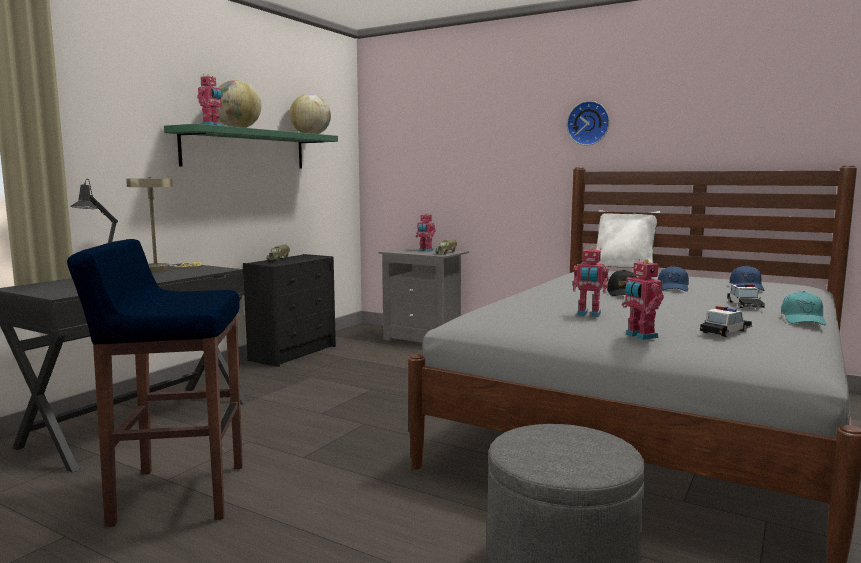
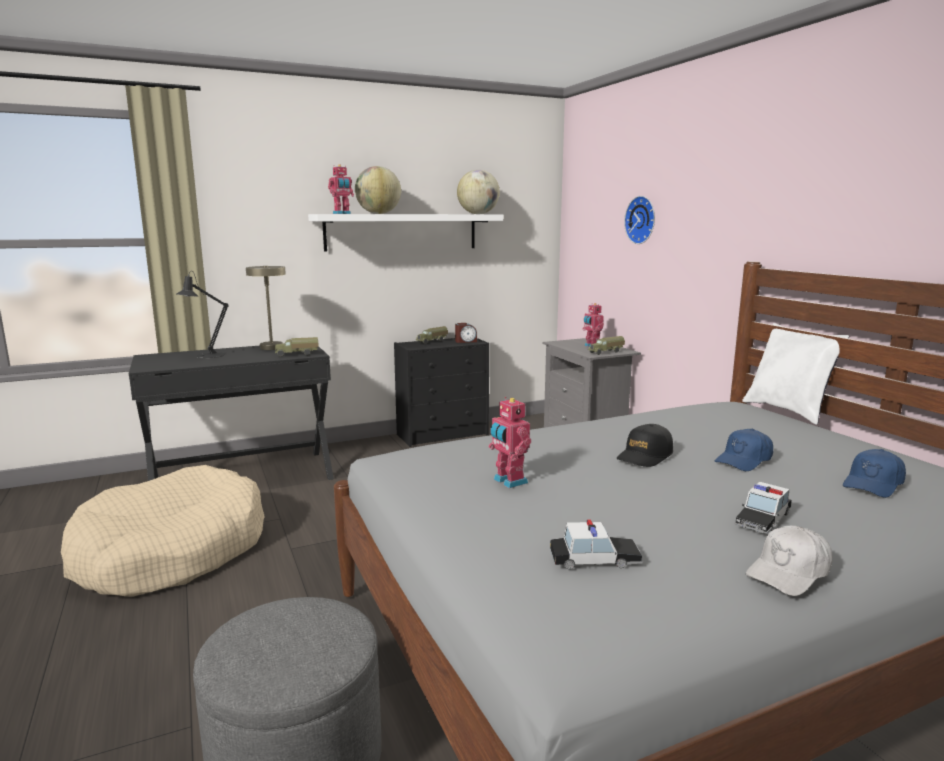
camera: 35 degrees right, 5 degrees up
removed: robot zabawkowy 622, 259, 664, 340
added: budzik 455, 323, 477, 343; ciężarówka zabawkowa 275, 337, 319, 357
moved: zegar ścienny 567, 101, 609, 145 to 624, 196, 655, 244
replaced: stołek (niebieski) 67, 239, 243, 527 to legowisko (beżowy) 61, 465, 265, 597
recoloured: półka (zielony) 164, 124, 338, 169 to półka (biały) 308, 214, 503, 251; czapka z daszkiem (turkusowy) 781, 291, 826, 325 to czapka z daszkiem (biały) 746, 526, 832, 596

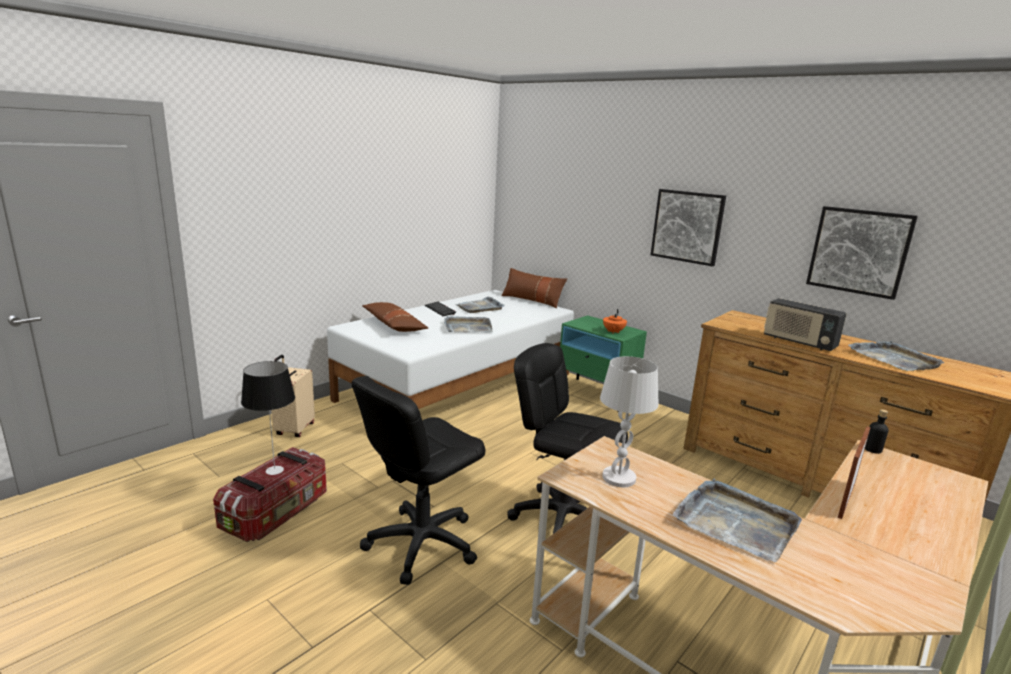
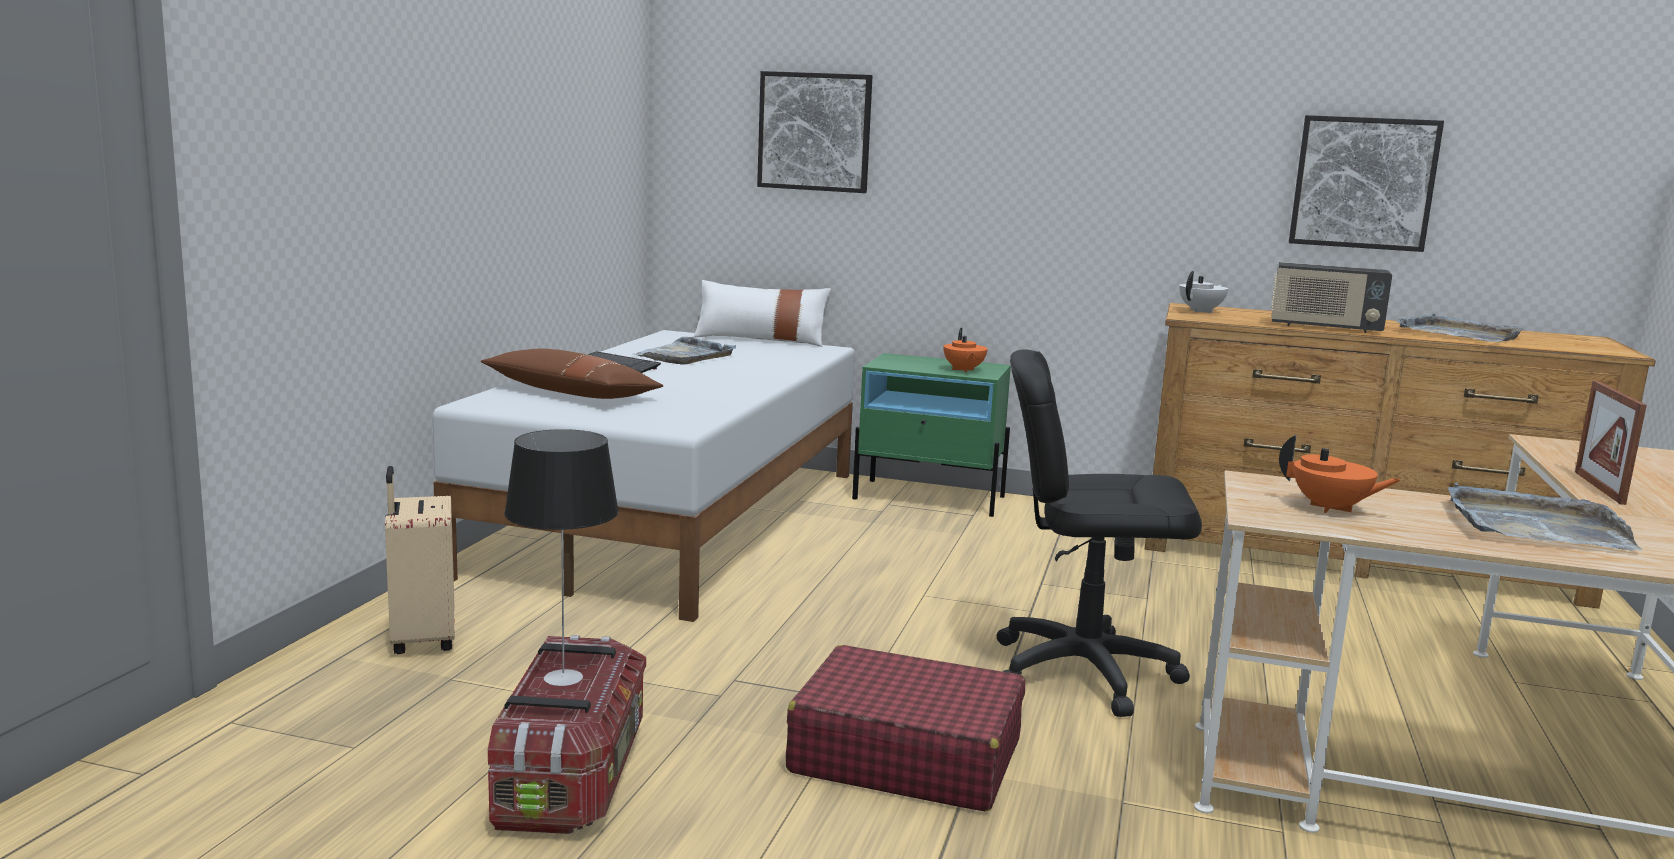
camera: 25 degrees left, 5 degrees down
removed: taca (szary) 444, 316, 493, 333; butelka (czarny) 865, 409, 889, 454
added: imbryk (biały) 1179, 271, 1228, 313
moved: obraz 651, 189, 726, 267 to 757, 71, 873, 193
replaced: lampa stołowa (biały) 600, 356, 658, 487 to imbryk (pomarańczowy) 1279, 434, 1401, 513; krzesło biurowe (czarny) 351, 376, 485, 585 to walizka (czerwony) 786, 645, 1025, 812
recoloured: poduszka (brązowy) 501, 268, 567, 308 to poduszka (biały) 694, 280, 831, 347

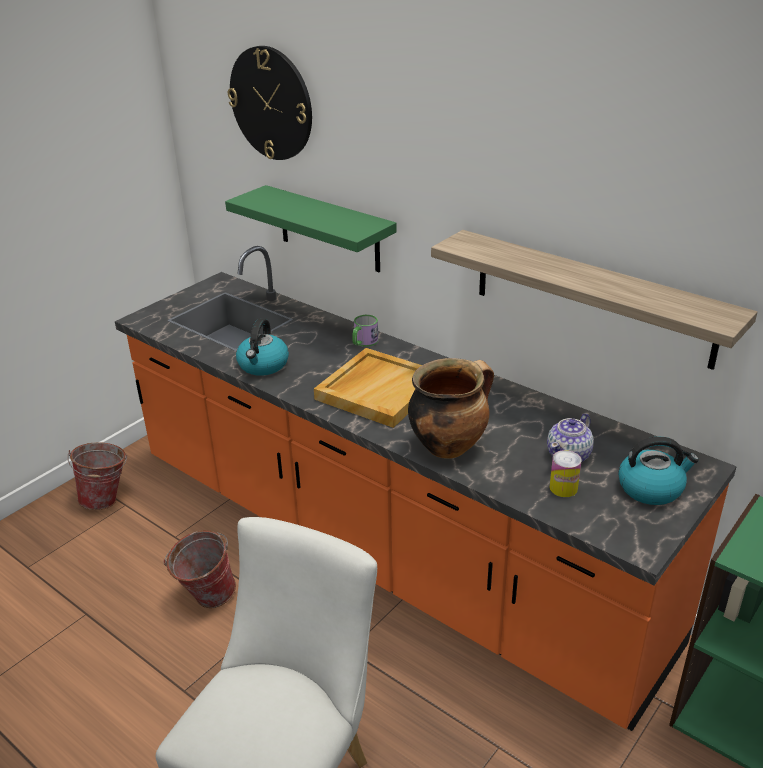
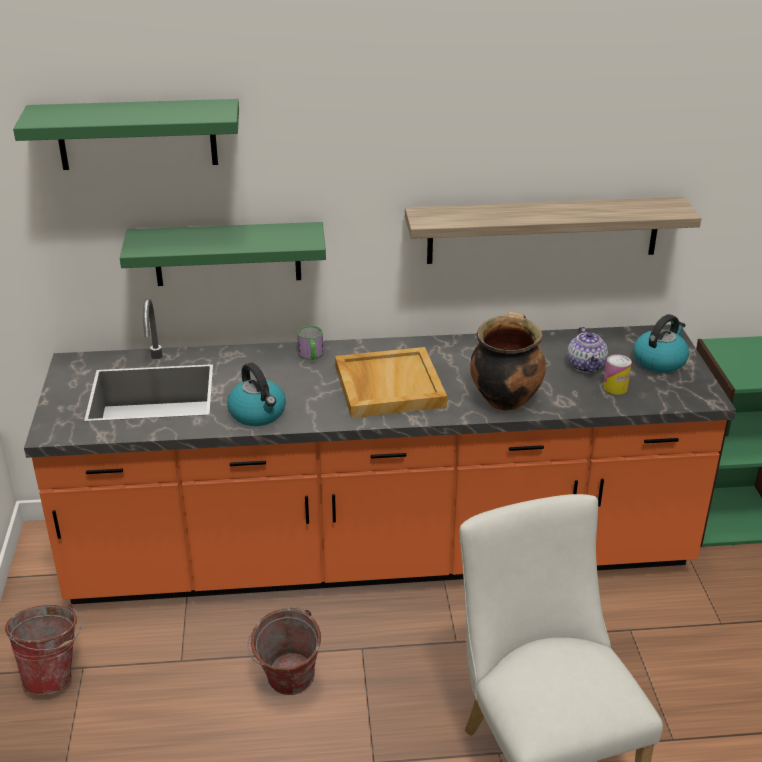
camera: 45 degrees left, 0 degrees up
replaced: zegar ścienny 228, 46, 312, 160 to półka (zielony) 13, 99, 239, 170

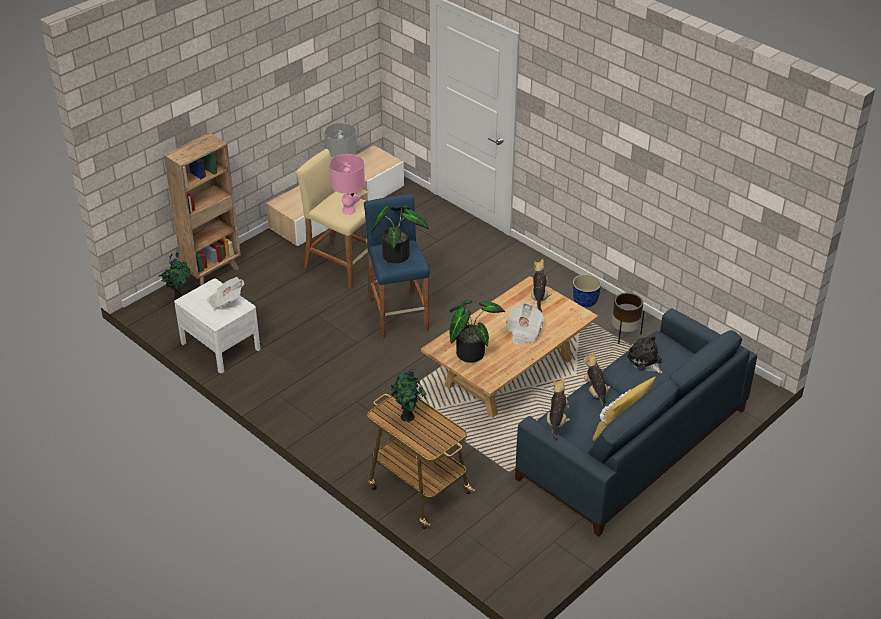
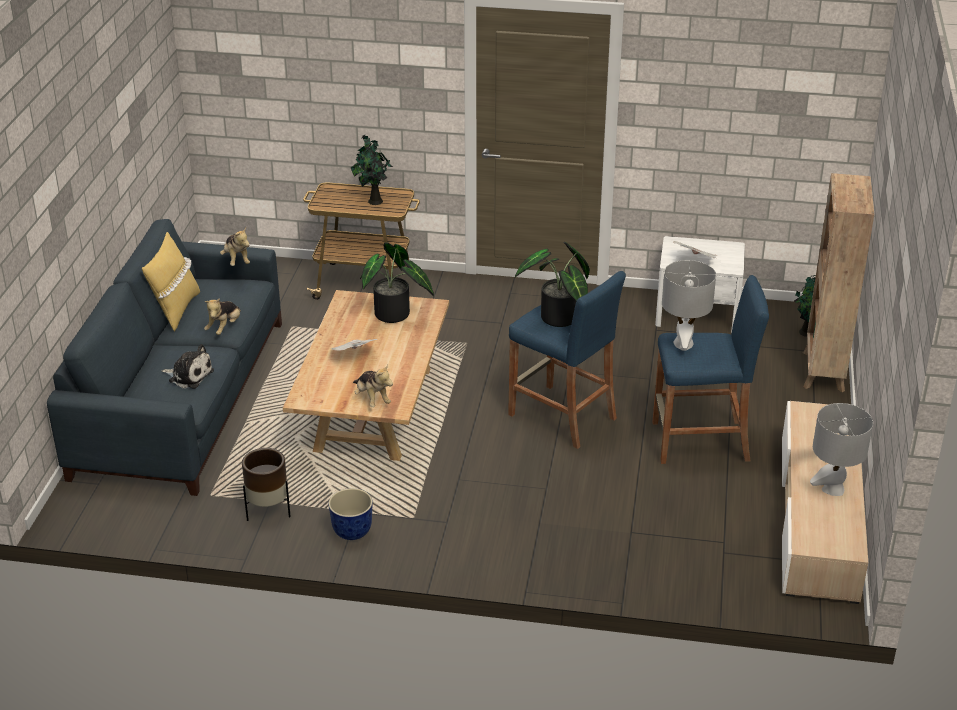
camera: 145 degrees right, 5 degrees down
recoloured: stołek (beżowy) 296, 149, 368, 289 to stołek (niebieski) 653, 275, 769, 464; lampa stołowa (różowy) 329, 154, 365, 215 to lampa stołowa (szary) 662, 260, 716, 350
turned: pluszak 584, 351, 610, 407 = 204, 298, 241, 335 75 degrees clockwise

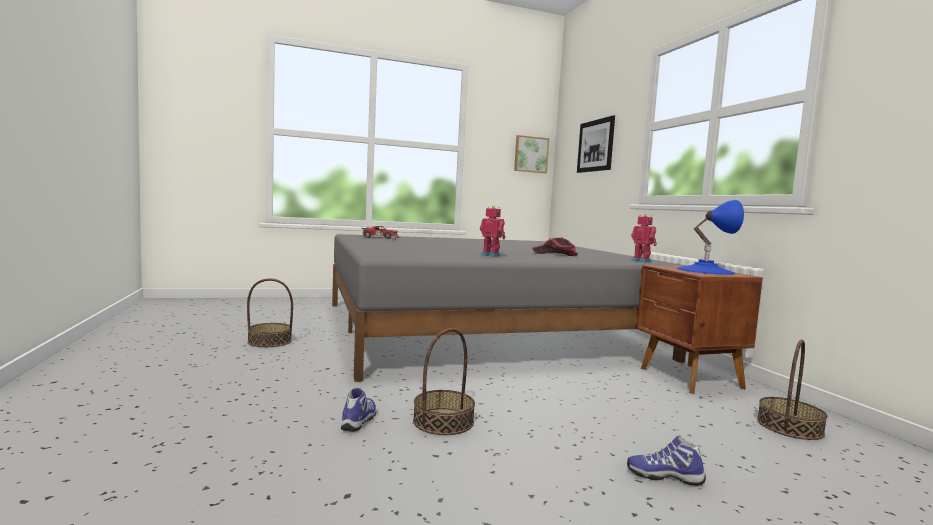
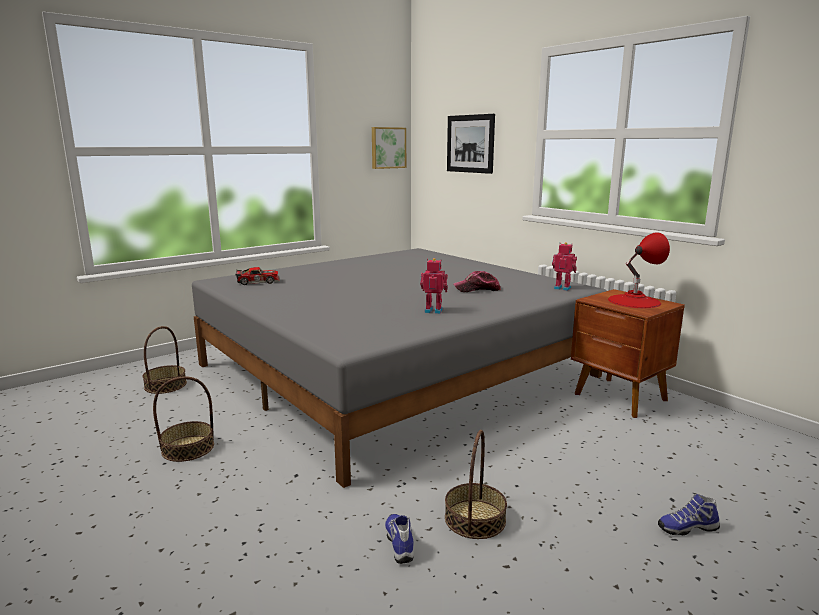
camera: 20 degrees left, 10 degrees up
moved: koszyk 757, 339, 827, 440 to 142, 326, 187, 394
recoloured: lampa stołowa (niebieski) 677, 200, 744, 275 to lampa stołowa (czerwony) 608, 232, 670, 308

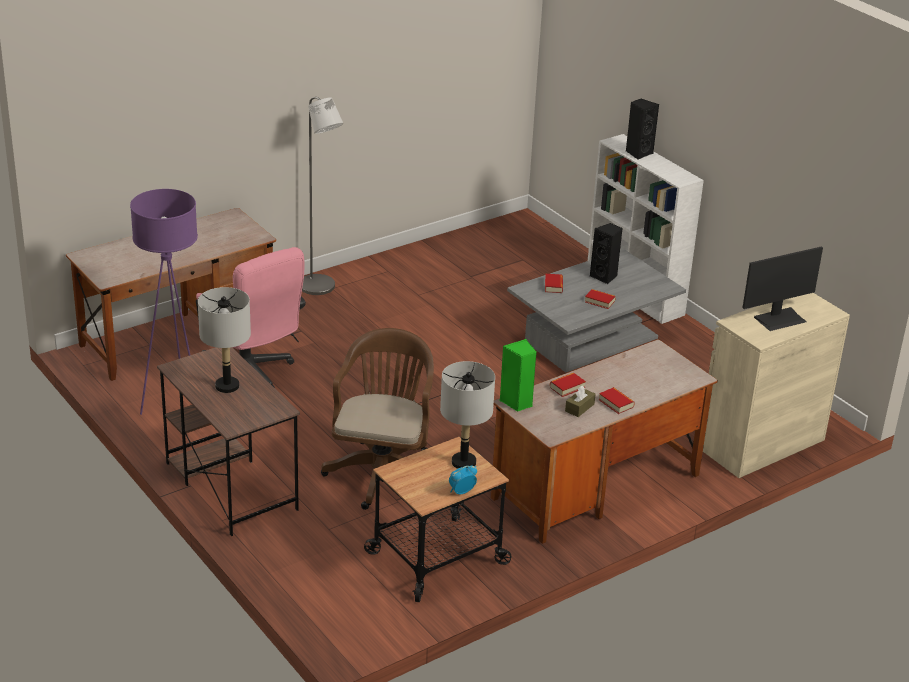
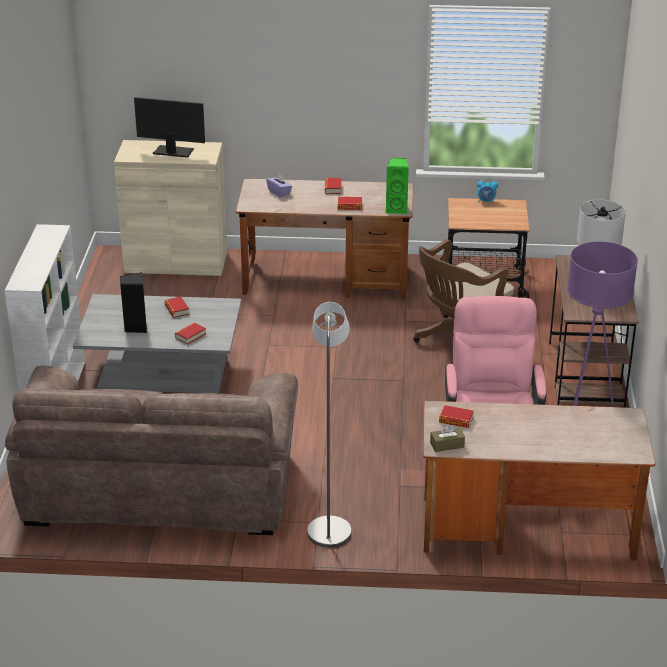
camera: 140 degrees left, 0 degrees up
removed: głośnik (czarny) 626, 99, 659, 159; lampa stołowa (szary) 440, 361, 495, 469
added: pudełko chusteczek (fioletowy) 266, 173, 292, 197; kanapa (brązowy) 5, 366, 298, 535; książka 439, 405, 474, 428
moved: pudełko chusteczek (brązowy) 565, 386, 596, 417 to 430, 424, 465, 452

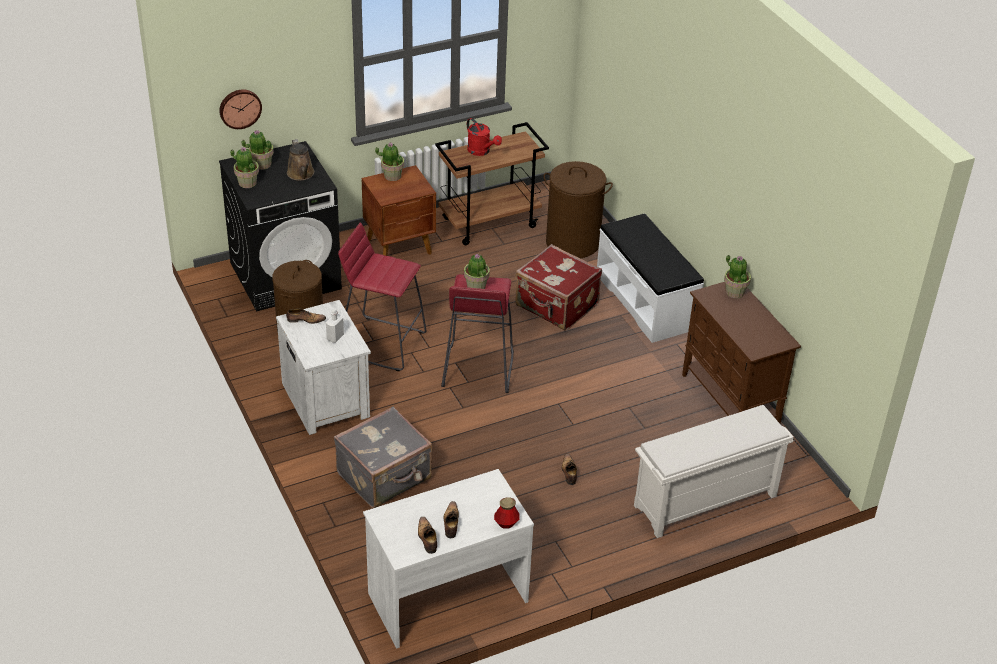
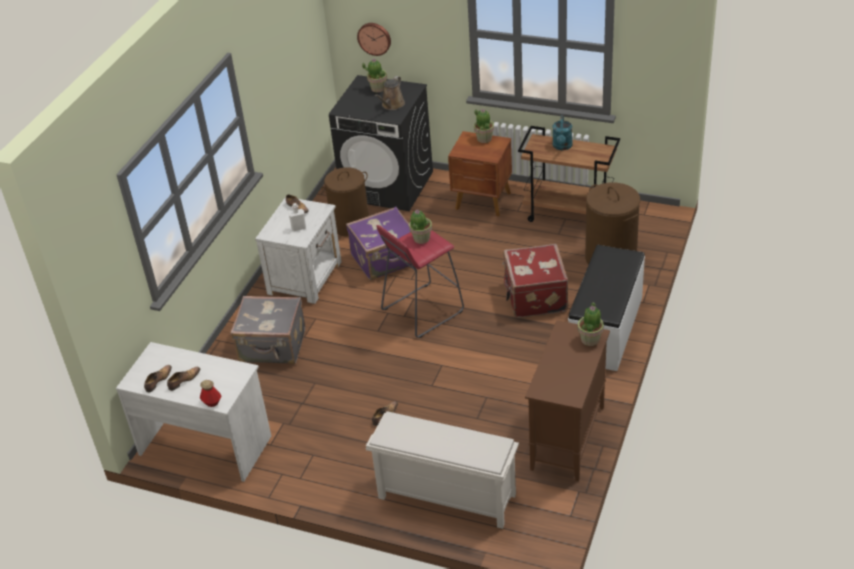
camera: 50 degrees right, 0 degrees up
removed: roślina doniczkowa 230, 147, 259, 188
replaced: stołek (czerwony) 338, 223, 427, 371 to walizka (fioletowy) 346, 206, 412, 280
recoloured: konewka (czerwony) 467, 118, 502, 156 to konewka (turkusowy) 552, 115, 573, 150

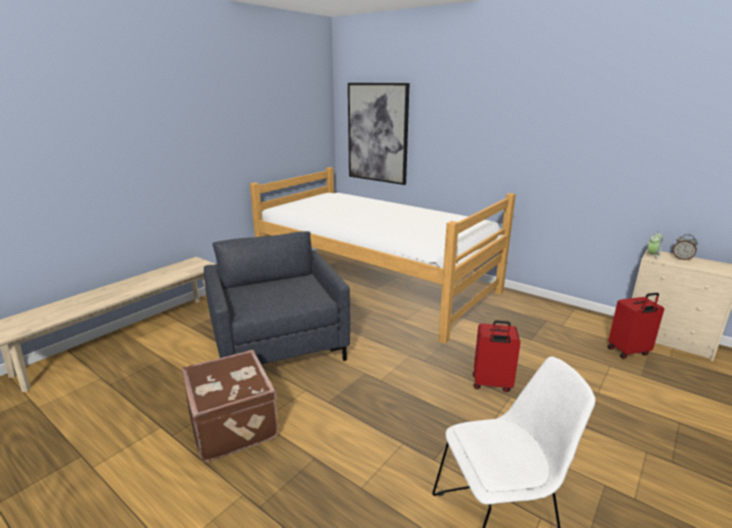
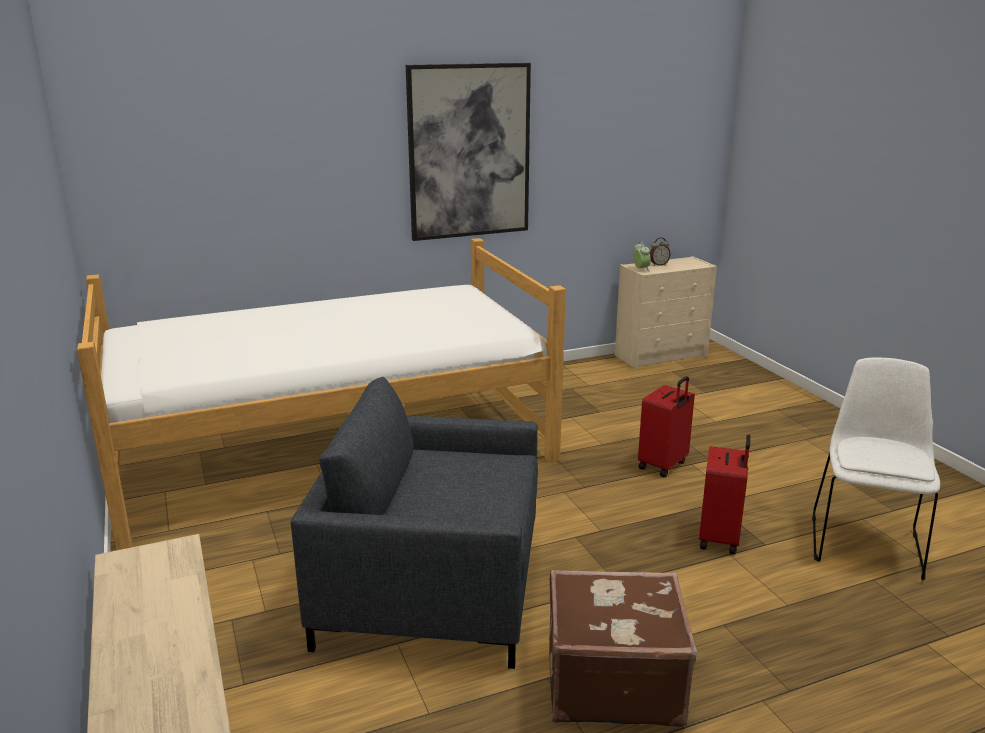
camera: 60 degrees left, 0 degrees up
moved: obraz 348, 83, 409, 185 to 406, 63, 531, 241; walizka (czerwony) 607, 293, 664, 359 to 699, 434, 750, 554

